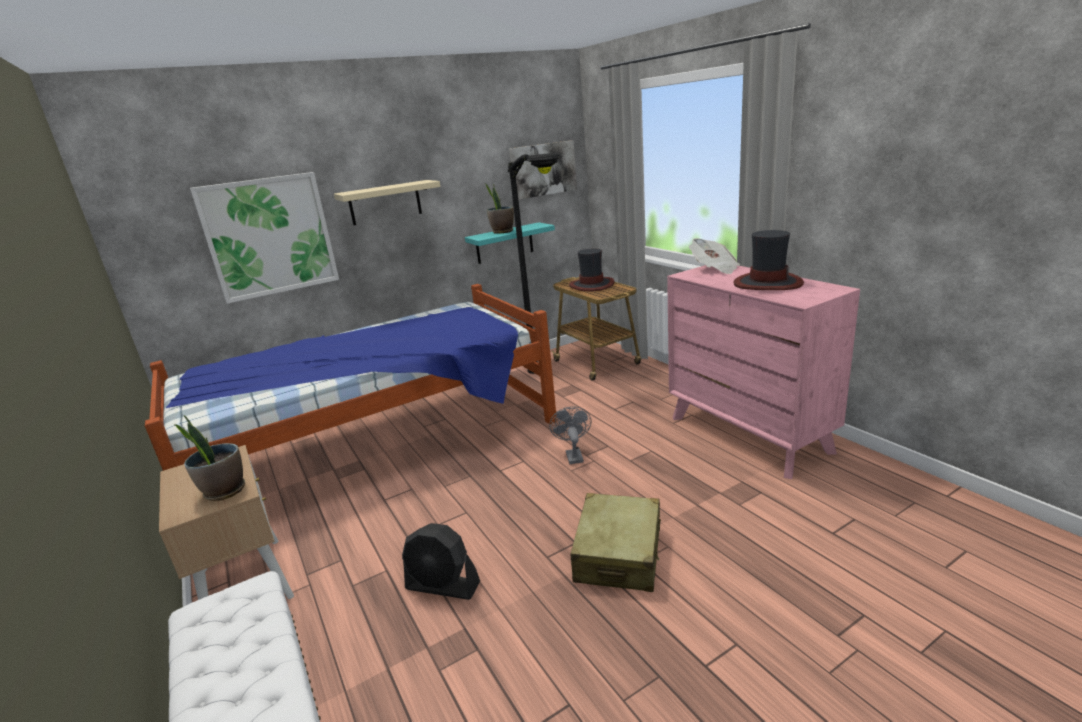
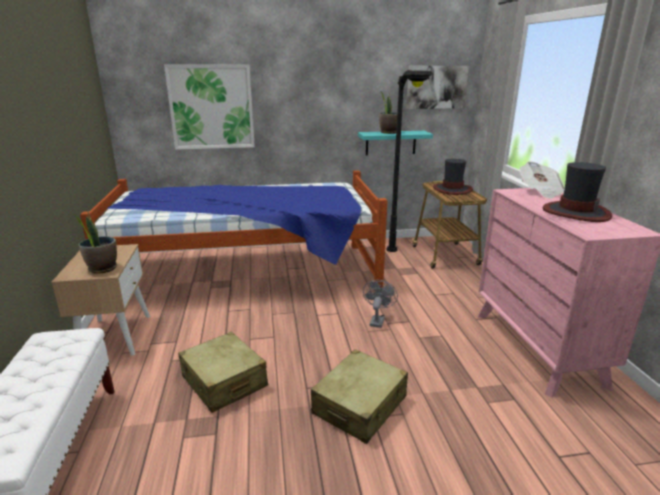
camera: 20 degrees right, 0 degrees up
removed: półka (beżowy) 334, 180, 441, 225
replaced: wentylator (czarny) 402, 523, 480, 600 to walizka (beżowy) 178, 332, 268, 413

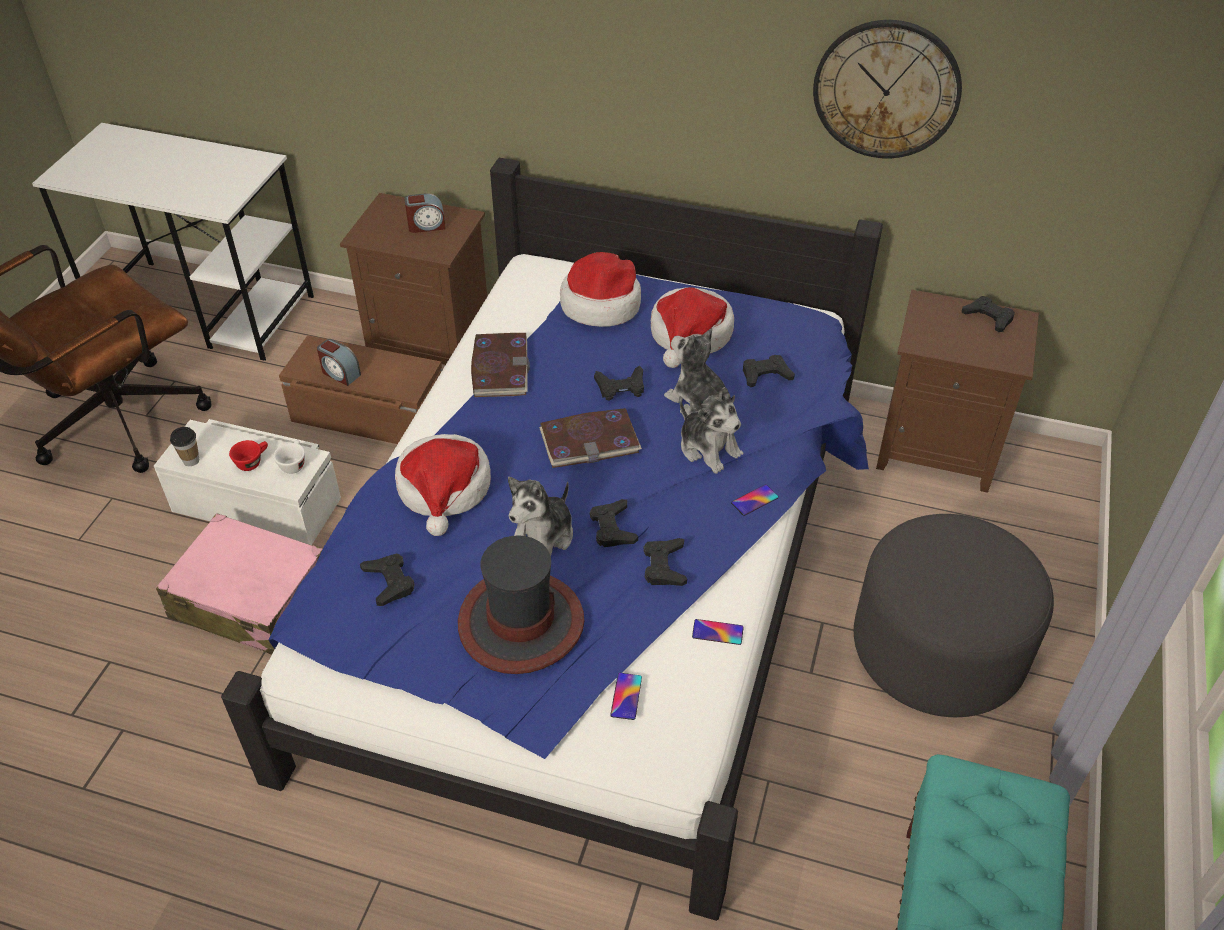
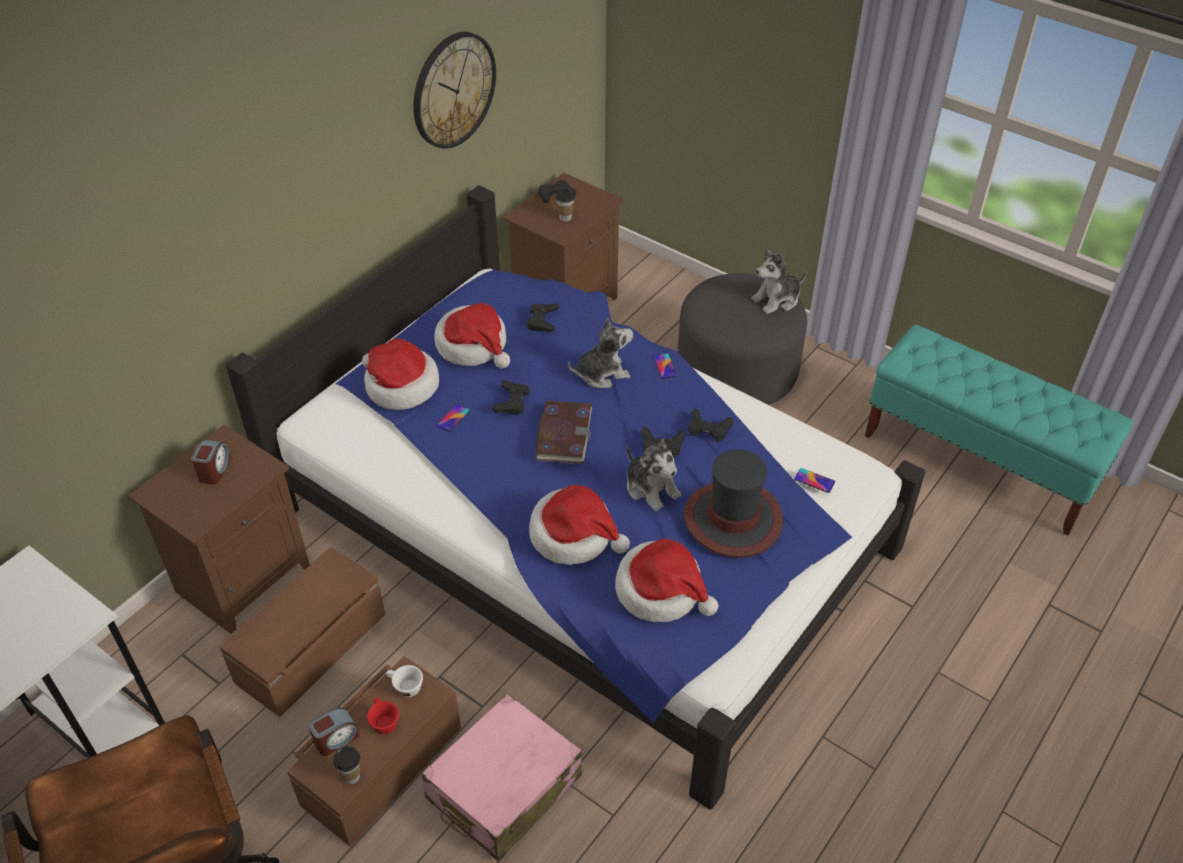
camera: 70 degrees left, 0 degrees up
removed: książka 471, 333, 530, 397
added: filiżanka 556, 189, 575, 222
moved: pluszak 664, 328, 735, 415 to 752, 248, 807, 314; budzik 317, 339, 361, 386 to 308, 707, 360, 756; telefon 692, 619, 744, 645 to 437, 404, 470, 432
replaced: pad do gier (czarny) 360, 553, 415, 606 to kapelusz 615, 539, 719, 622
recoloured: pojemnik do przechowywania (biały) 154, 419, 341, 545 to pojemnik do przechowywania (brązowy) 287, 656, 461, 847

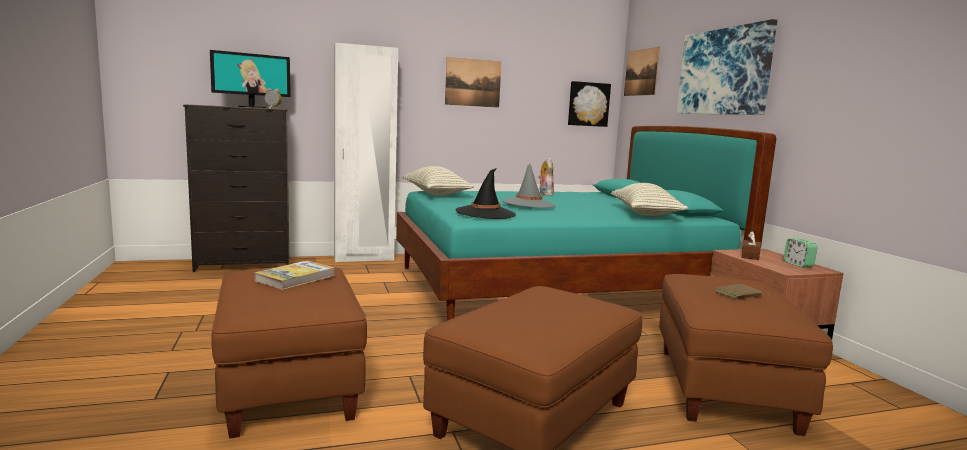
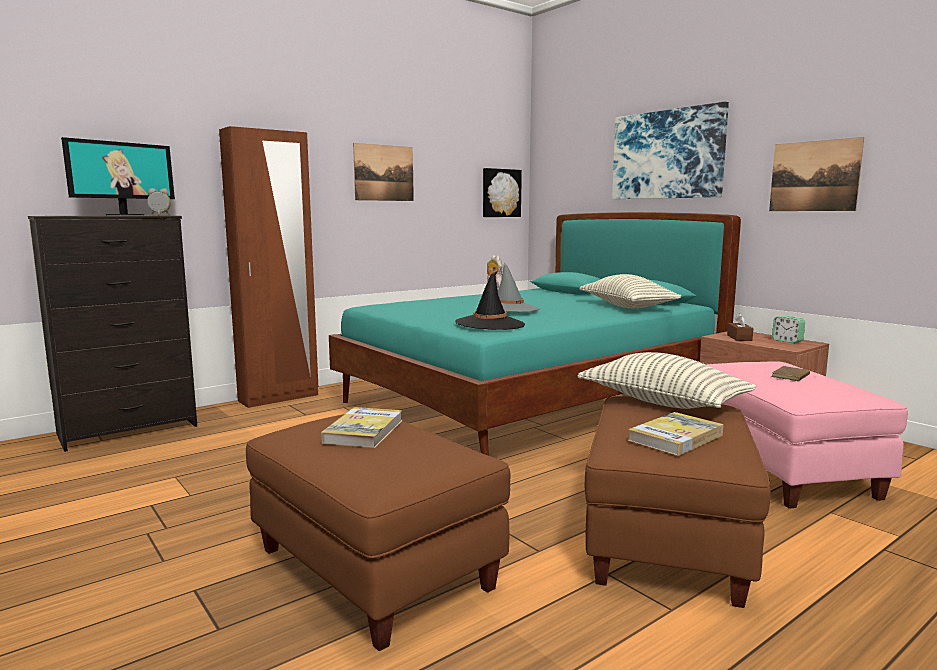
camera: 20 degrees left, 0 degrees up
added: książka 628, 412, 724, 456
moved: obraz 624, 47, 660, 96 to 769, 137, 864, 211; poduszka 402, 166, 474, 195 to 577, 352, 756, 409
recoloured: szafa (biały) 334, 43, 398, 262 to szafa (brązowy) 219, 126, 318, 408; pufa (brązowy) 659, 274, 833, 436 to pufa (różowy) 707, 361, 908, 509

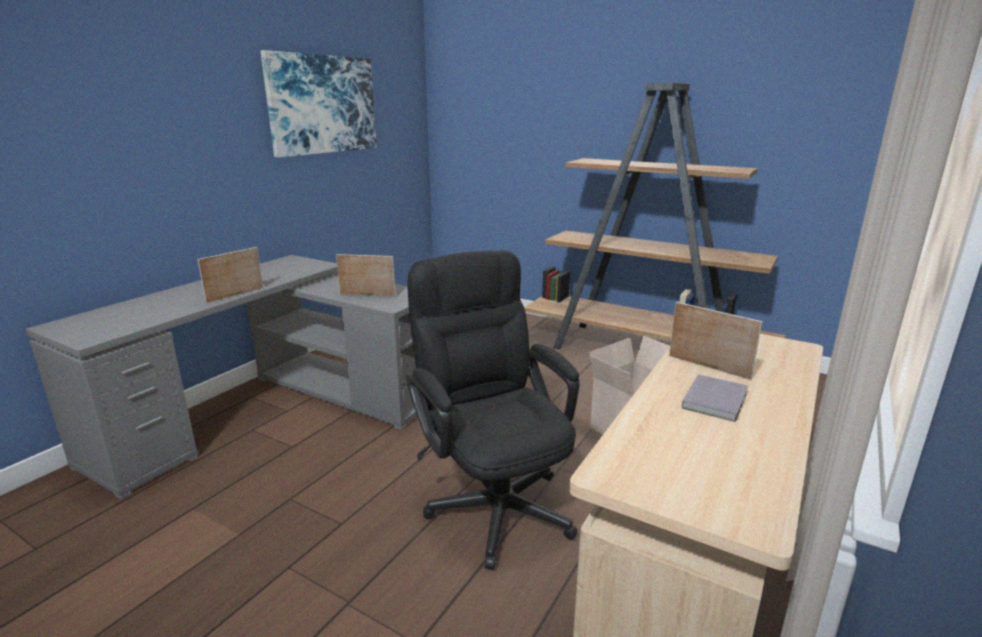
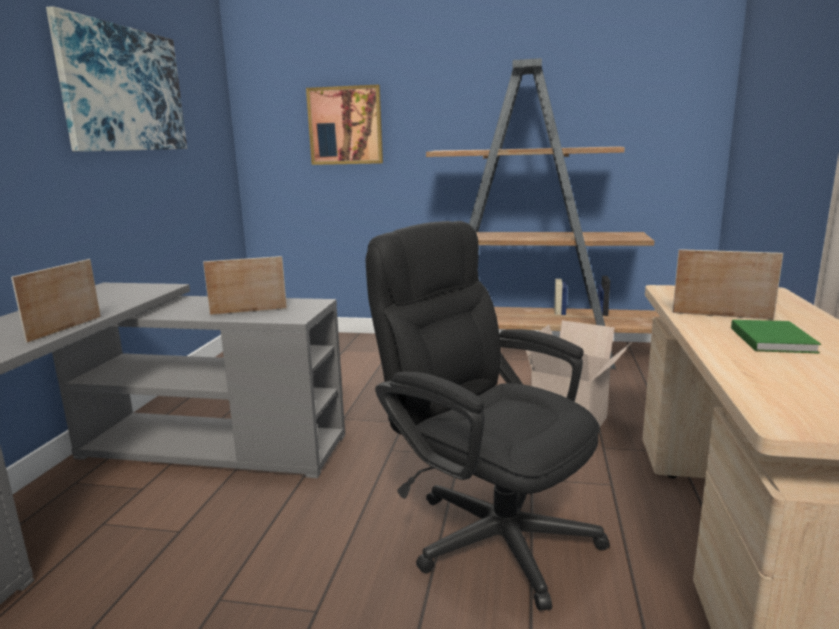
camera: 20 degrees left, 5 degrees down
added: obraz 306, 85, 383, 165
recoloured: książka (szary) 681, 374, 748, 422 to książka (zielony) 731, 320, 821, 353

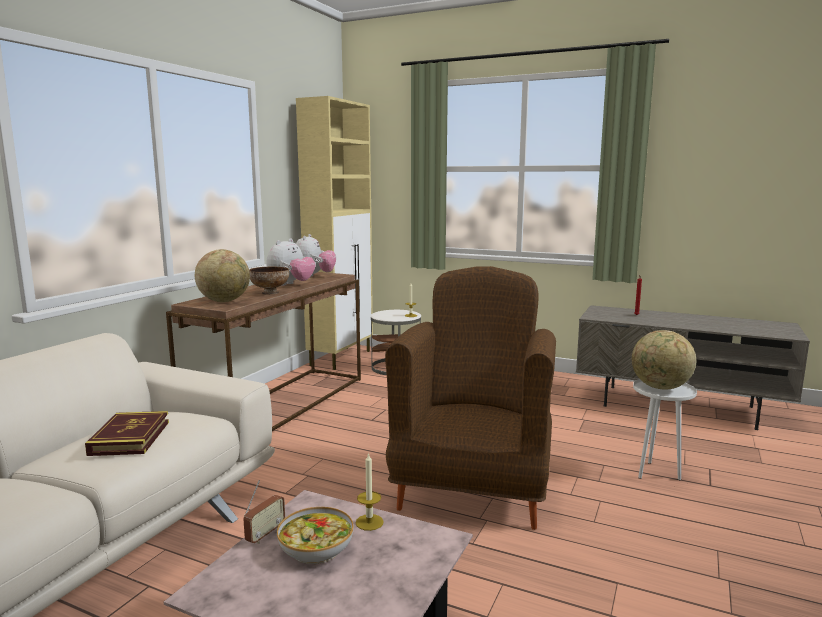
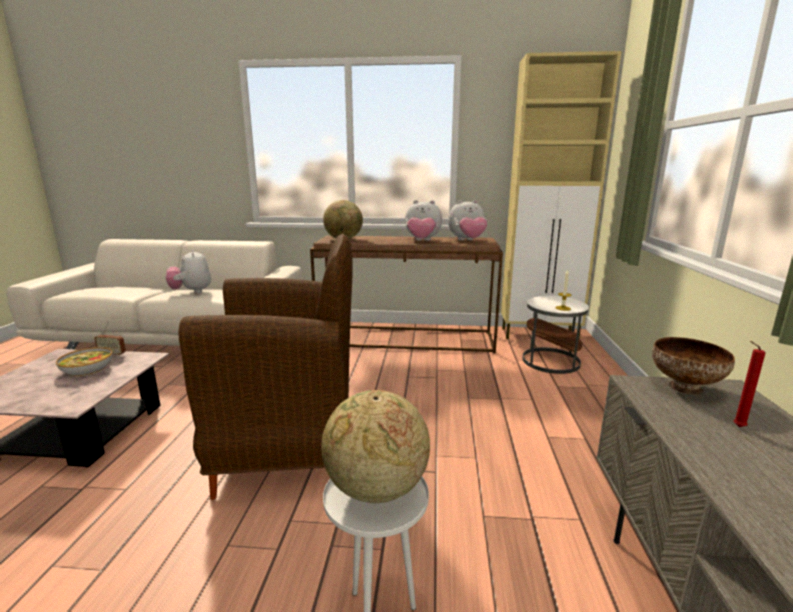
camera: 70 degrees right, 5 degrees up
removed: świeca 356, 452, 384, 531
moved: miska 249, 267, 289, 295 to 652, 337, 735, 395
replaced: książka 85, 411, 169, 456 to pluszak 166, 249, 211, 293

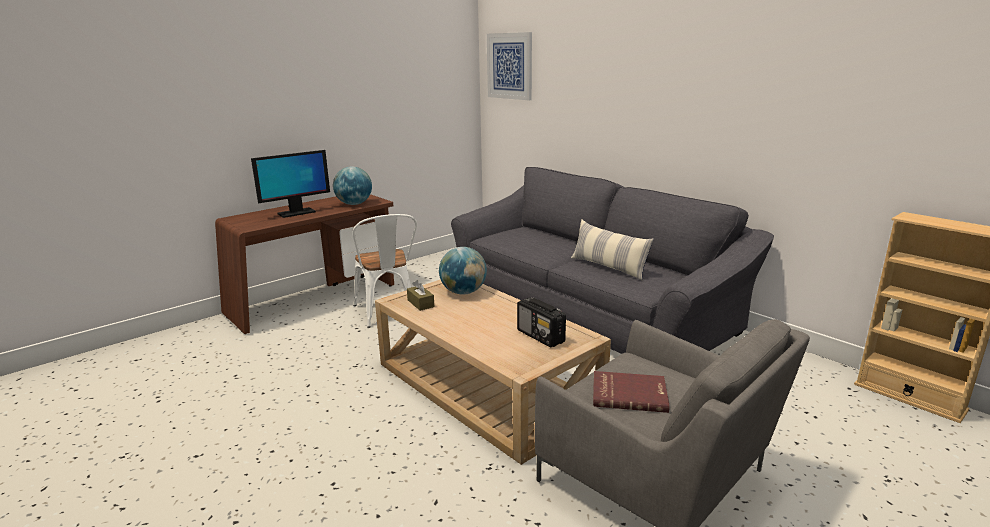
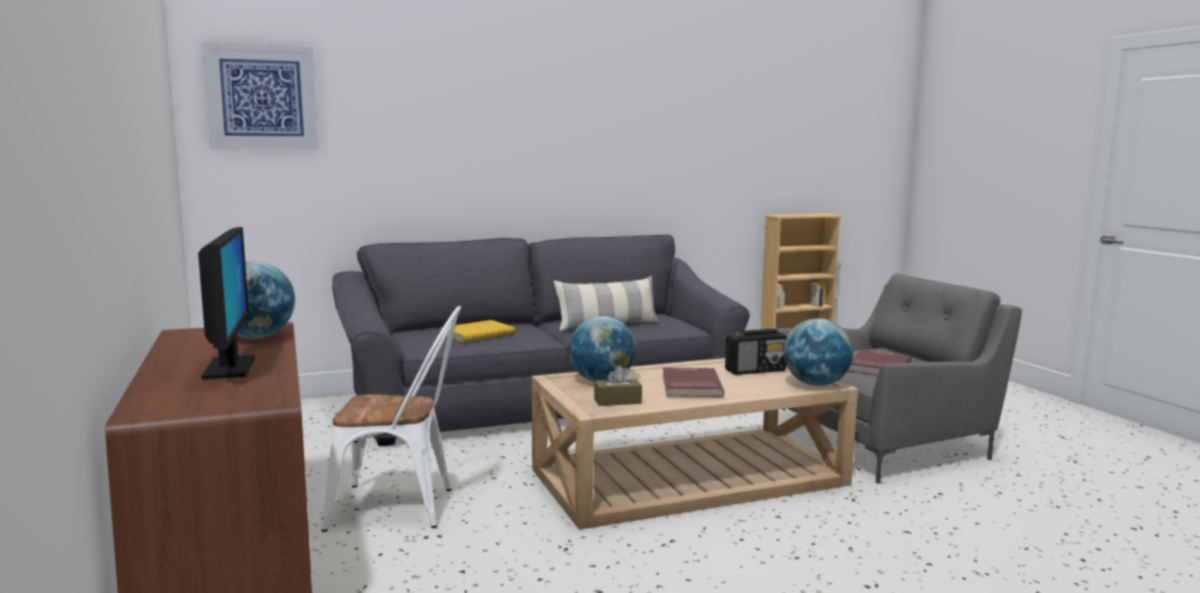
camera: 70 degrees left, 10 degrees down
added: globus 783, 318, 853, 386; książka (żółty) 441, 320, 515, 342; książka (czerwony) 663, 367, 724, 397

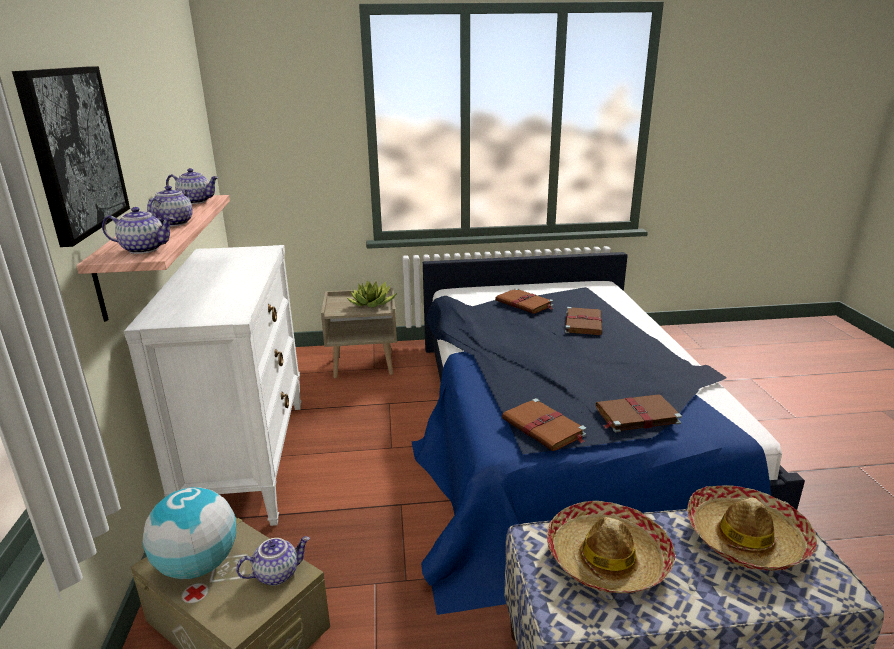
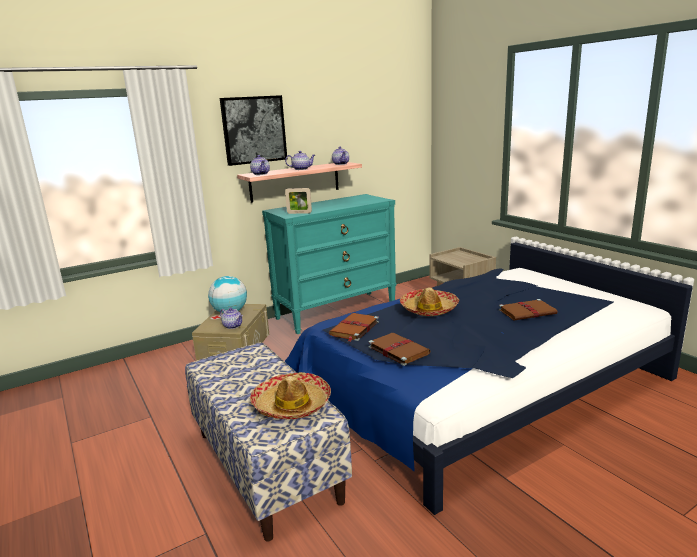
camera: 65 degrees right, 5 degrees down
removed: roślina doniczkowa 346, 280, 397, 307; książka (brązowy) 495, 288, 553, 314
added: ramka na zdjęcie 285, 188, 312, 214
moved: kapelusz 547, 501, 675, 593 to 400, 287, 459, 316
recoloured: komoda (biały) 124, 245, 301, 526 to komoda (turkusowy) 262, 194, 397, 334

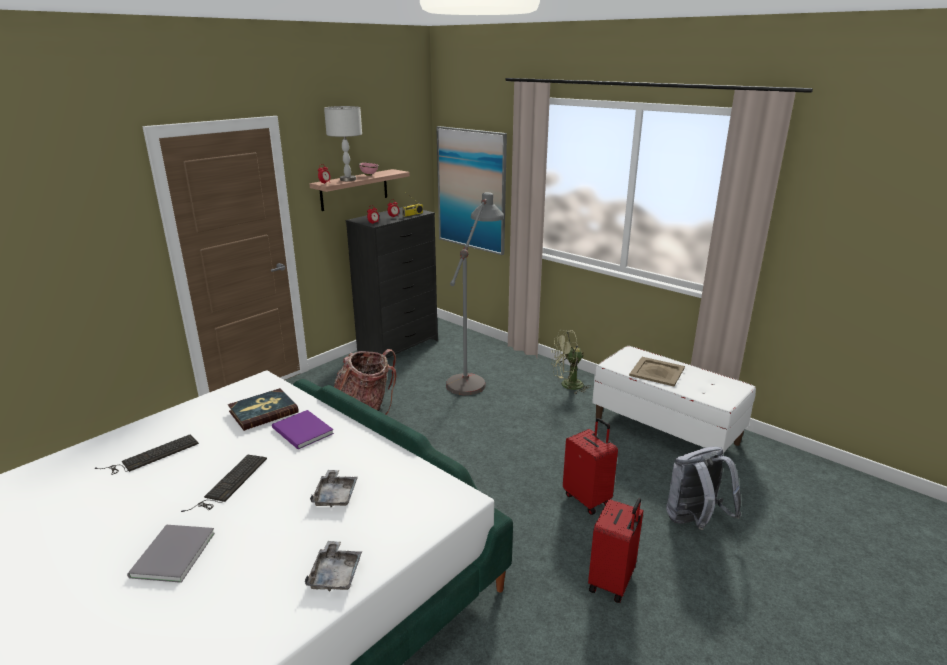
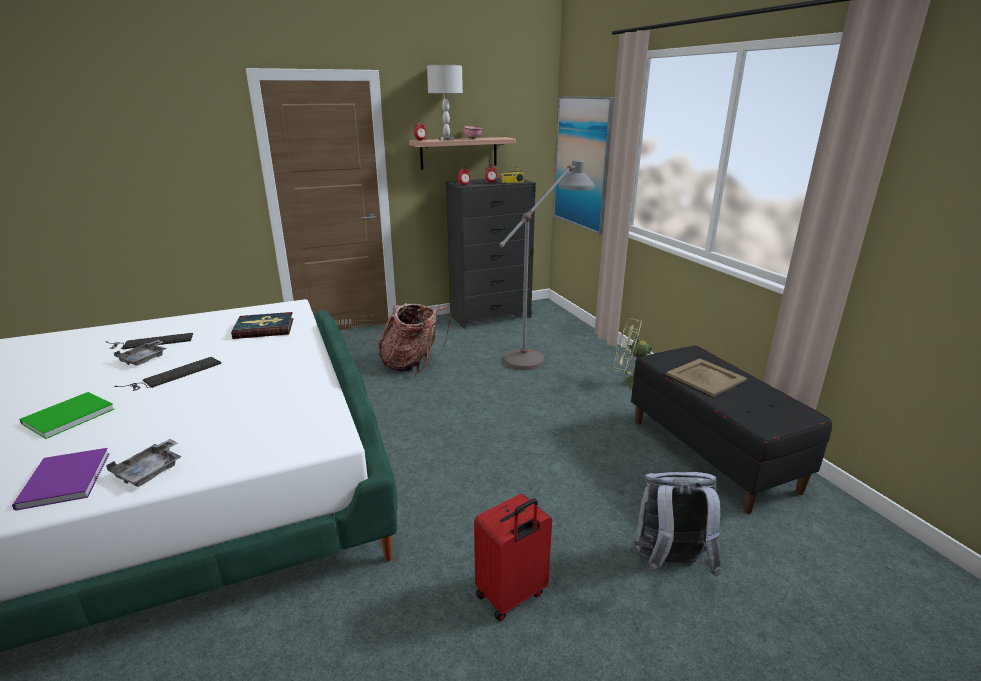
camera: 25 degrees right, 0 degrees up
removed: walizka (czerwony) 563, 418, 618, 515
moved: książka (fioletowy) 272, 410, 334, 449 to 12, 448, 109, 511; taca (szary) 310, 470, 358, 507 to 114, 340, 167, 365
recoloured: ławka (biały) 592, 346, 756, 453 to ławka (czarny) 631, 346, 832, 514; książka (szary) 127, 525, 215, 583 to książka (zielony) 19, 392, 114, 439

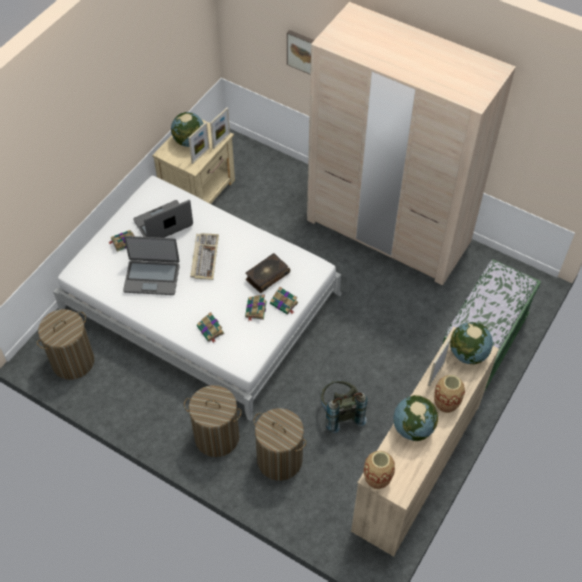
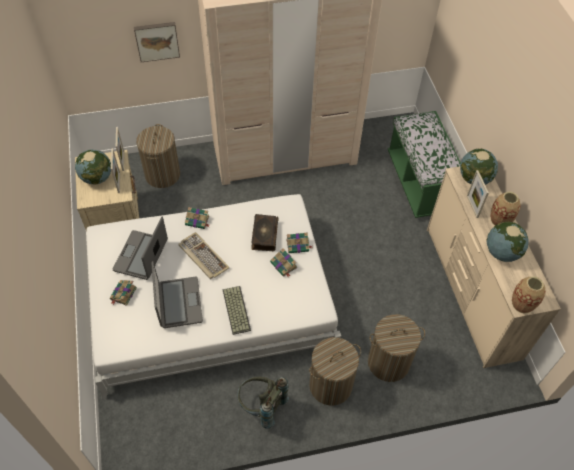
camera: 45 degrees left, 0 degrees up
added: klawiatura 223, 286, 251, 335
moved: kosz na pranie 37, 309, 94, 380 to 136, 124, 180, 188; książka 197, 312, 224, 343 to 185, 207, 210, 229; plecak (szary) 320, 381, 367, 434 to 237, 377, 289, 429
turned: laptop 123, 236, 180, 295 = 151, 261, 203, 328 60 degrees counterclockwise

